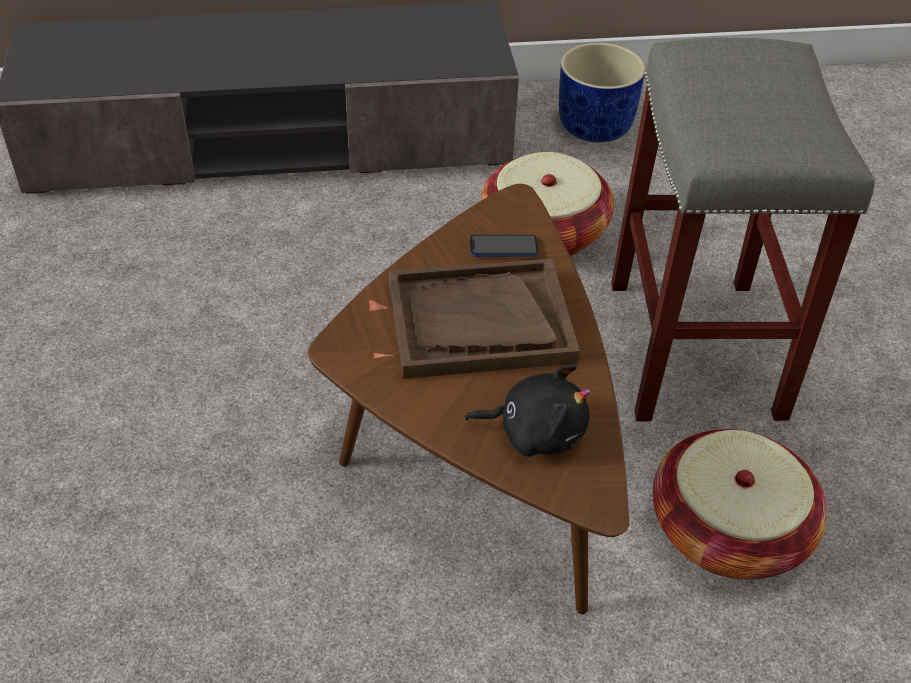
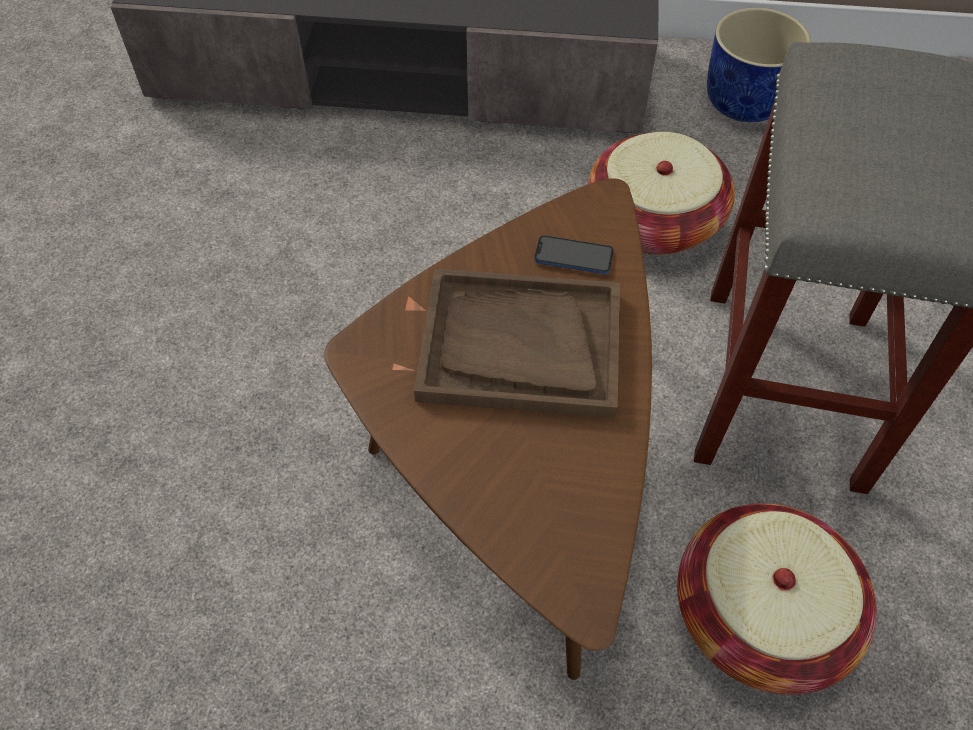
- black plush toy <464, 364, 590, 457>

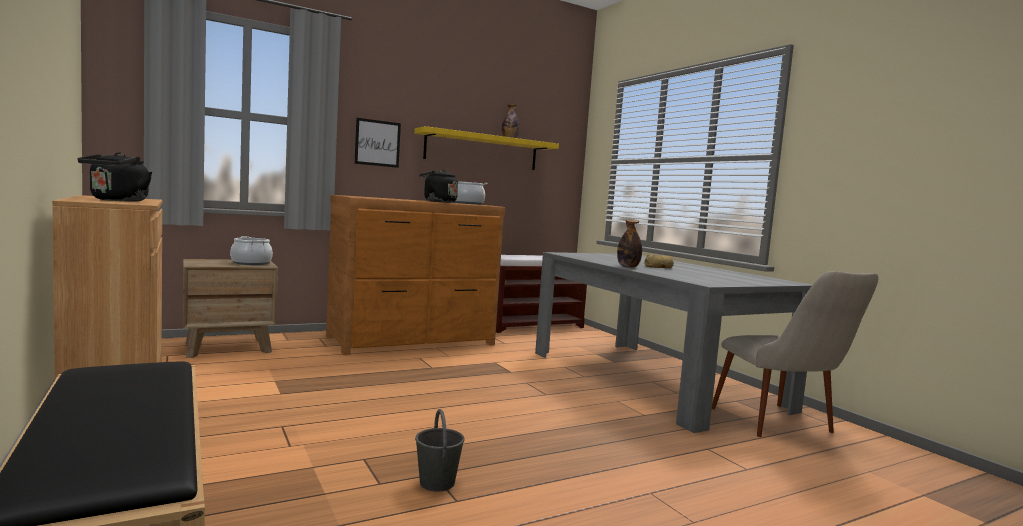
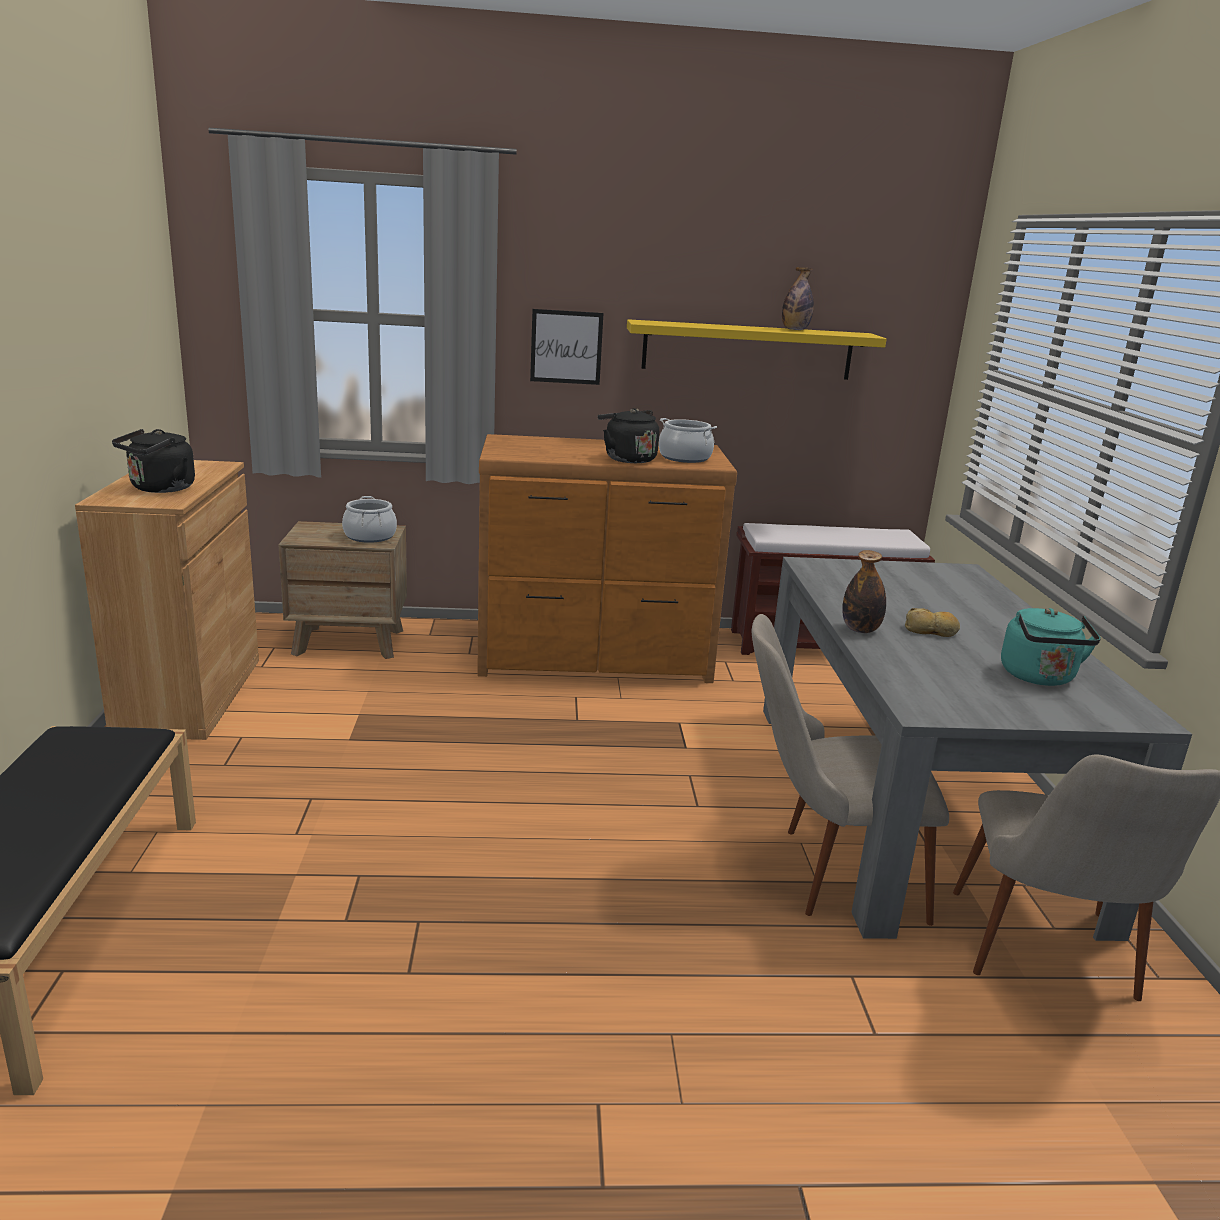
- grey bucket <415, 409, 465, 491>
+ beige chair <752, 614, 949, 926>
+ turquoise kettle <1001, 608, 1101, 686>

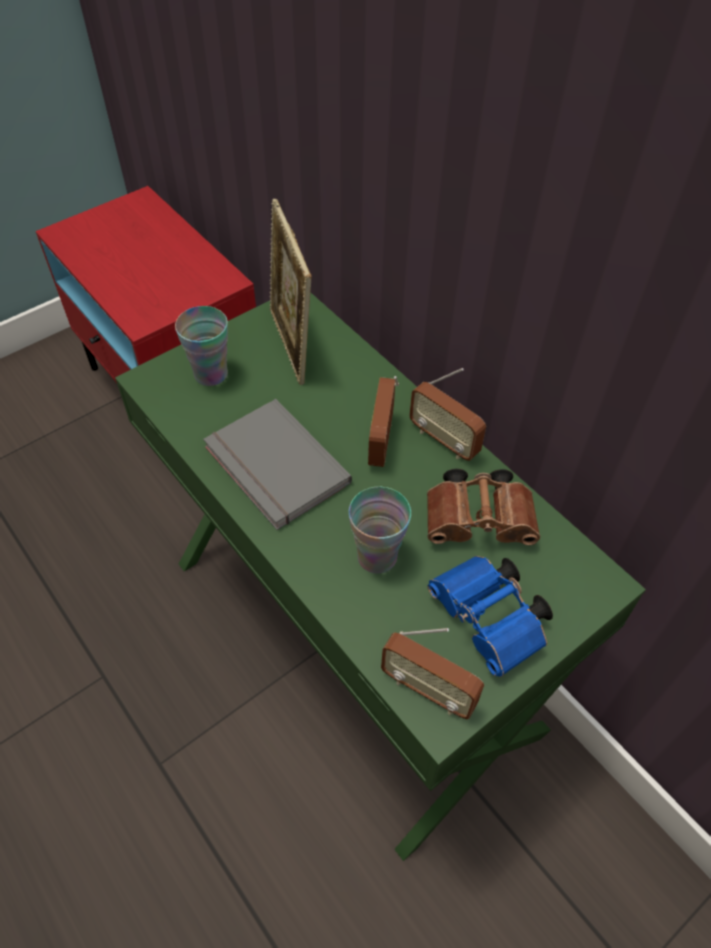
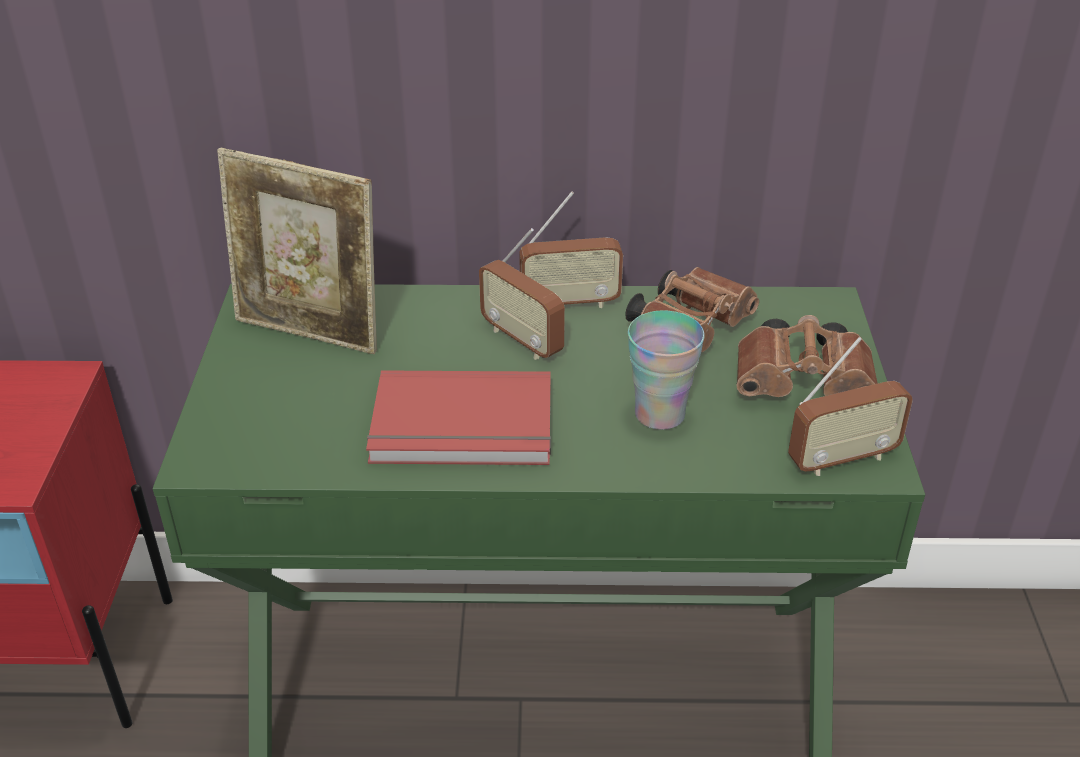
- cup <175, 306, 228, 386>
~ grey book <203, 399, 352, 530> to red book <366, 370, 551, 465>
~ blue binoculars <428, 556, 553, 677> to brown binoculars <736, 315, 878, 397>

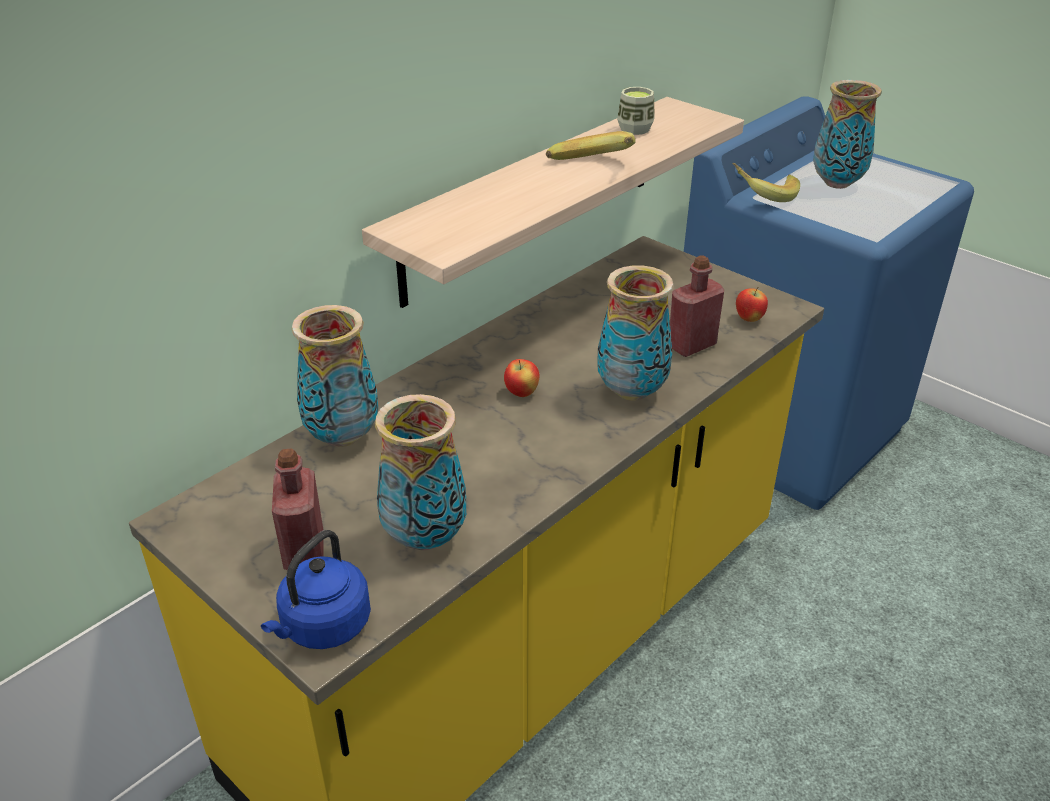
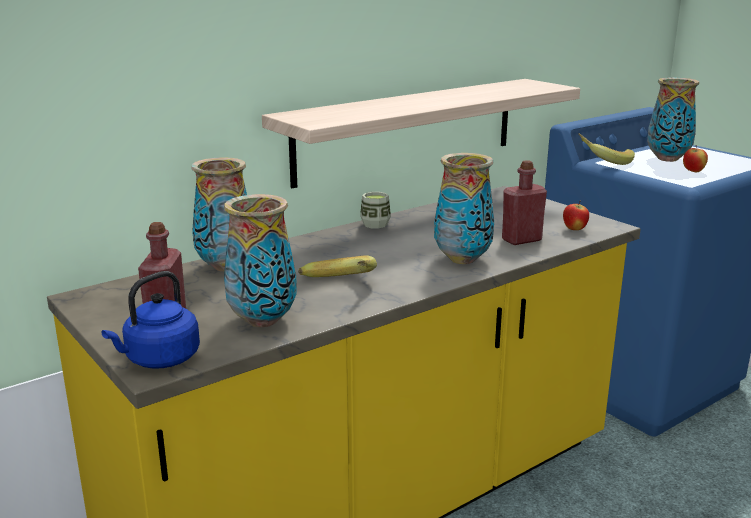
~ apple <504, 359, 539, 397> to <683, 145, 708, 172>
~ banana <546, 131, 636, 160> to <298, 255, 377, 277>
~ cup <617, 87, 655, 135> to <360, 192, 391, 229>

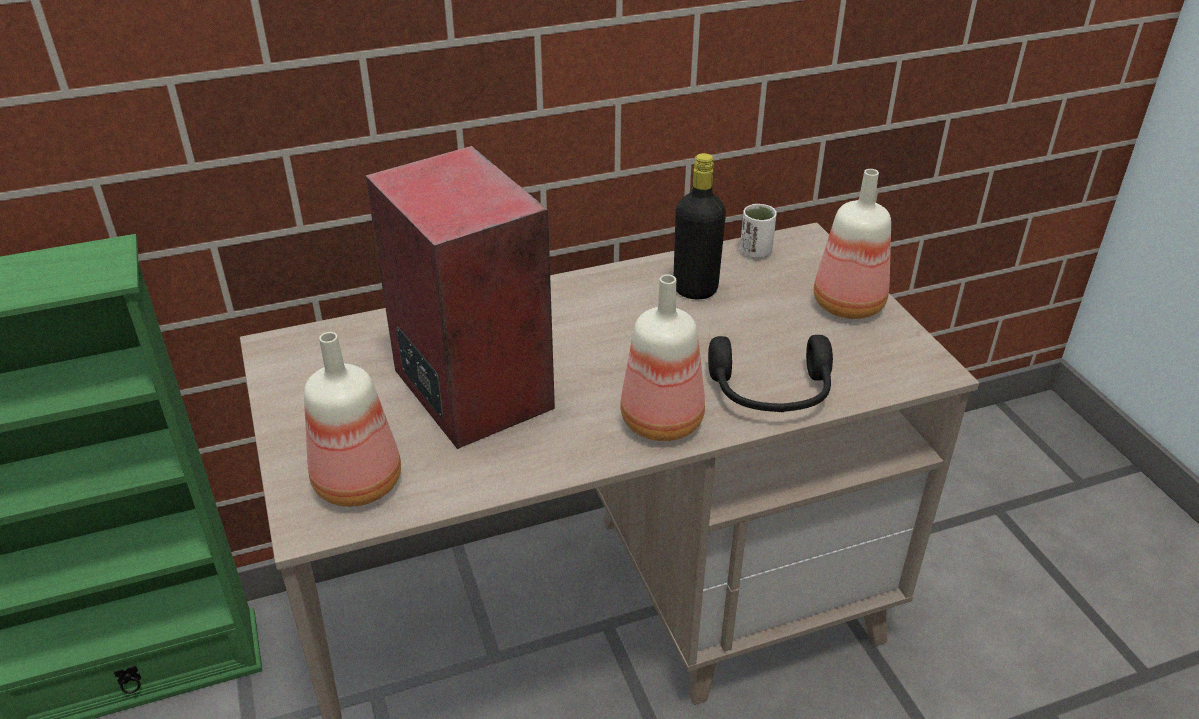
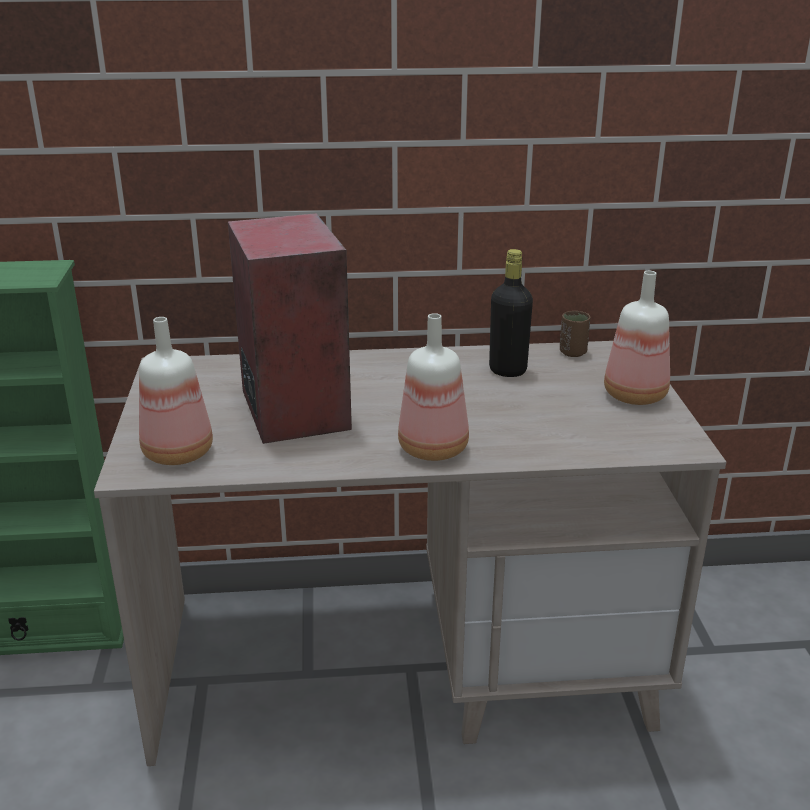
- black headphones <708, 335, 833, 412>
~ white cup <740, 204, 777, 259> to brown cup <560, 311, 590, 357>

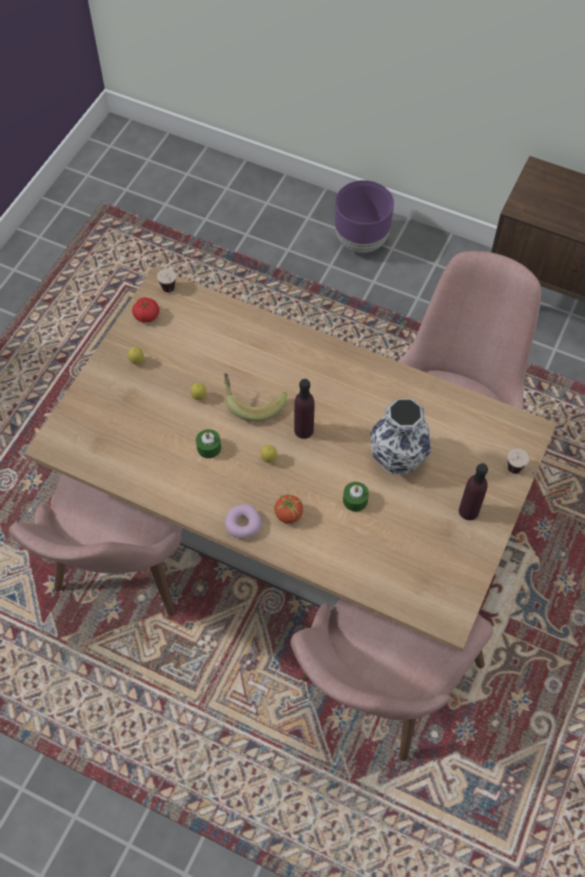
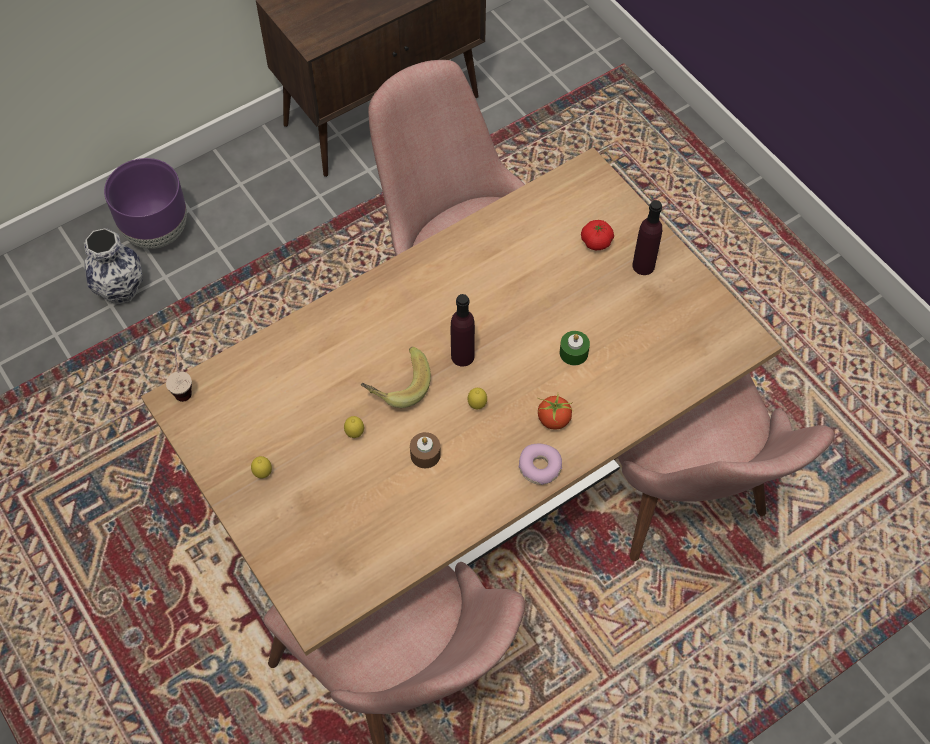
- cup <508, 448, 534, 475>
~ tomato <132, 297, 159, 323> to <581, 220, 614, 250>
~ vase <371, 399, 431, 475> to <84, 228, 143, 305>
~ green candle <196, 429, 221, 458> to brown candle <410, 432, 441, 468>

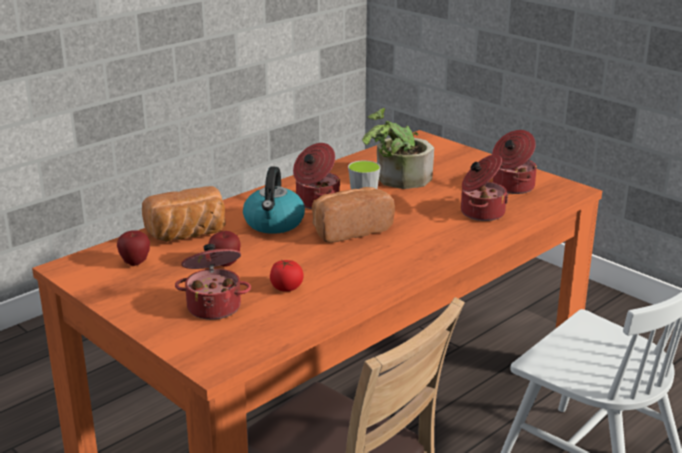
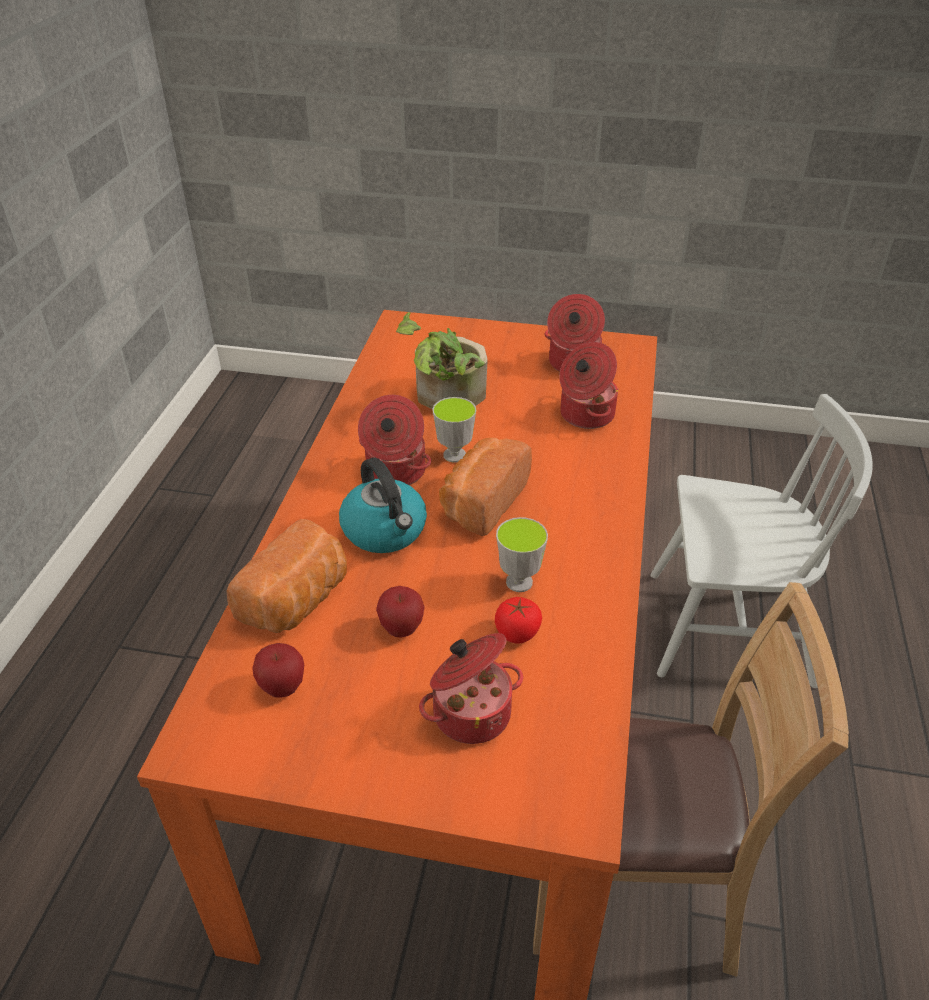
+ cup <496, 517, 548, 592>

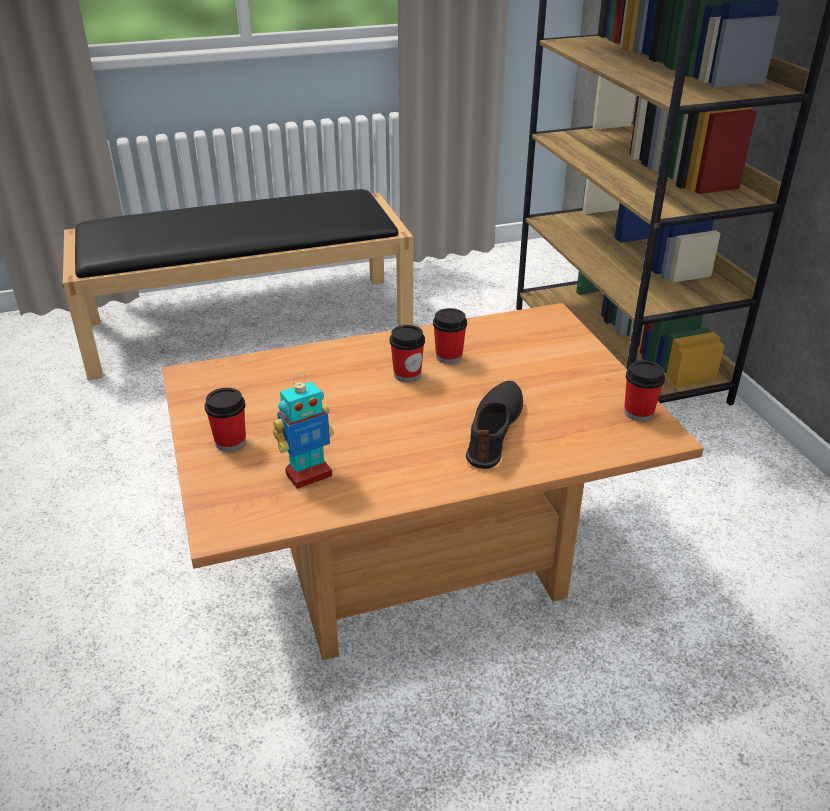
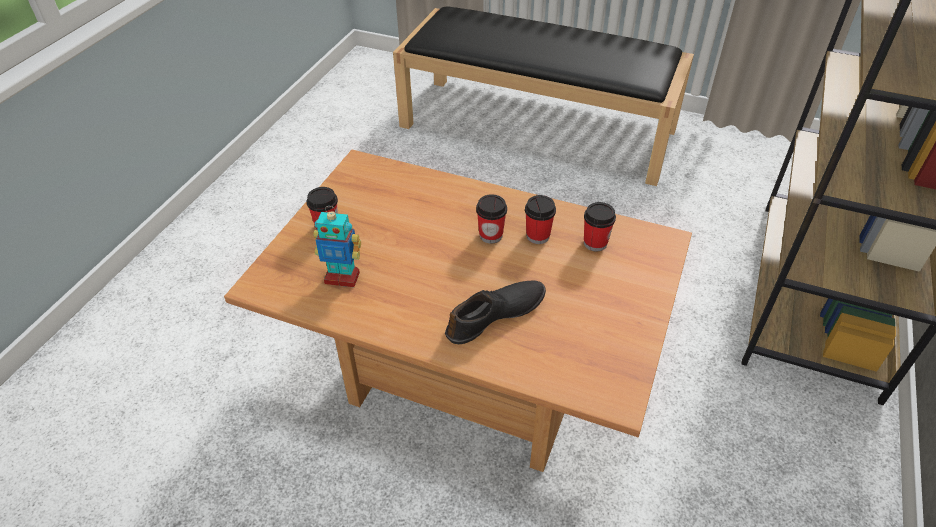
~ cup <624, 360, 665, 422> to <584, 202, 616, 251>

